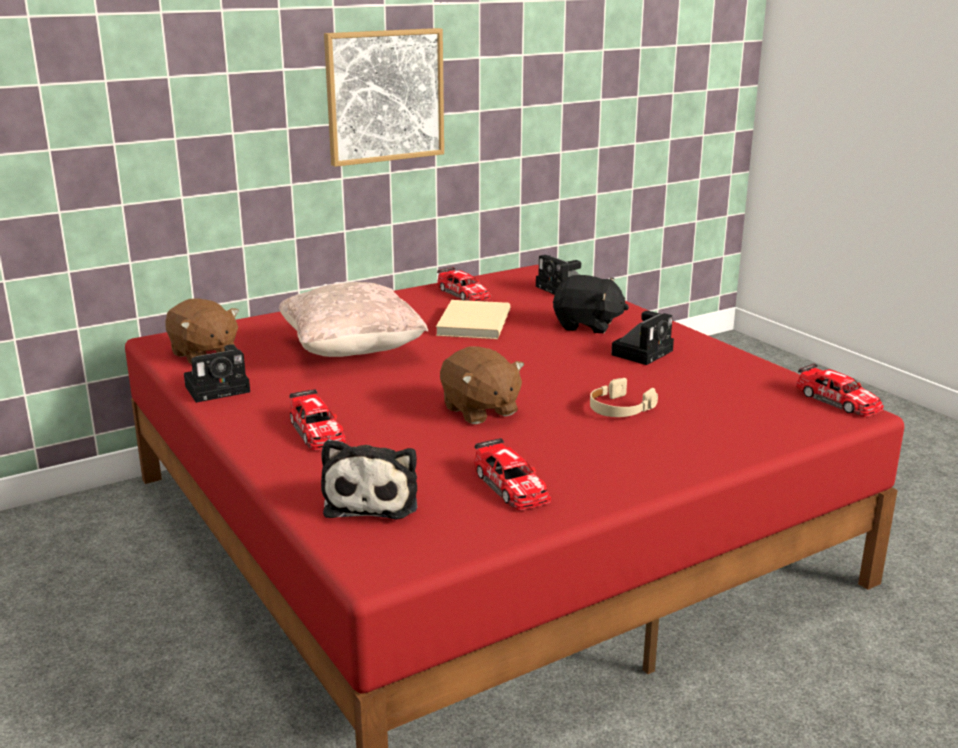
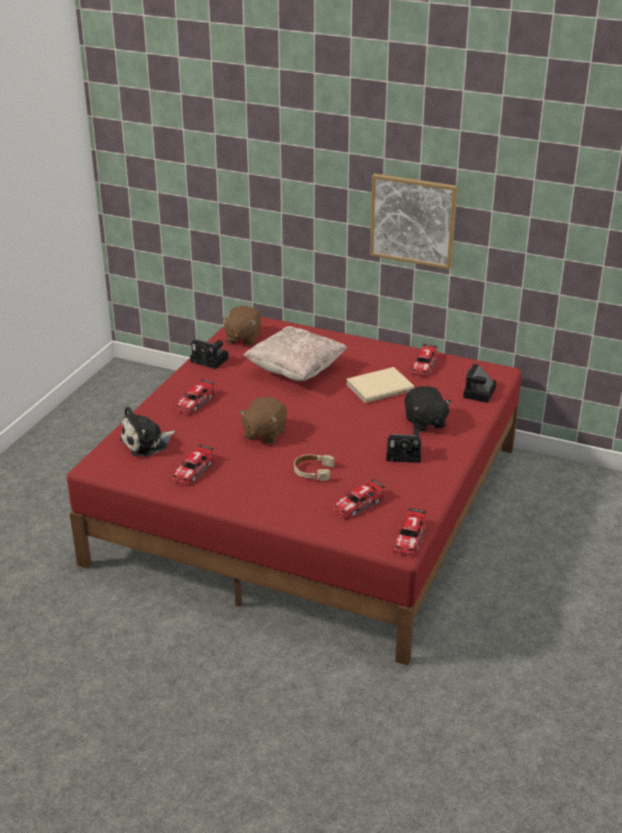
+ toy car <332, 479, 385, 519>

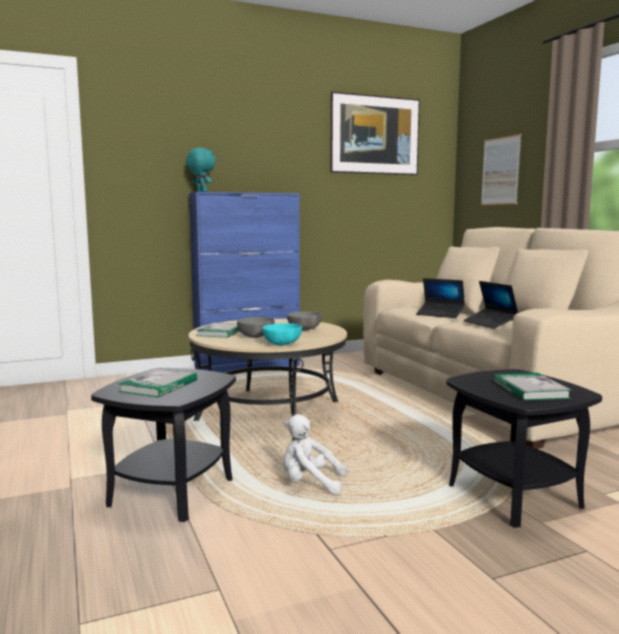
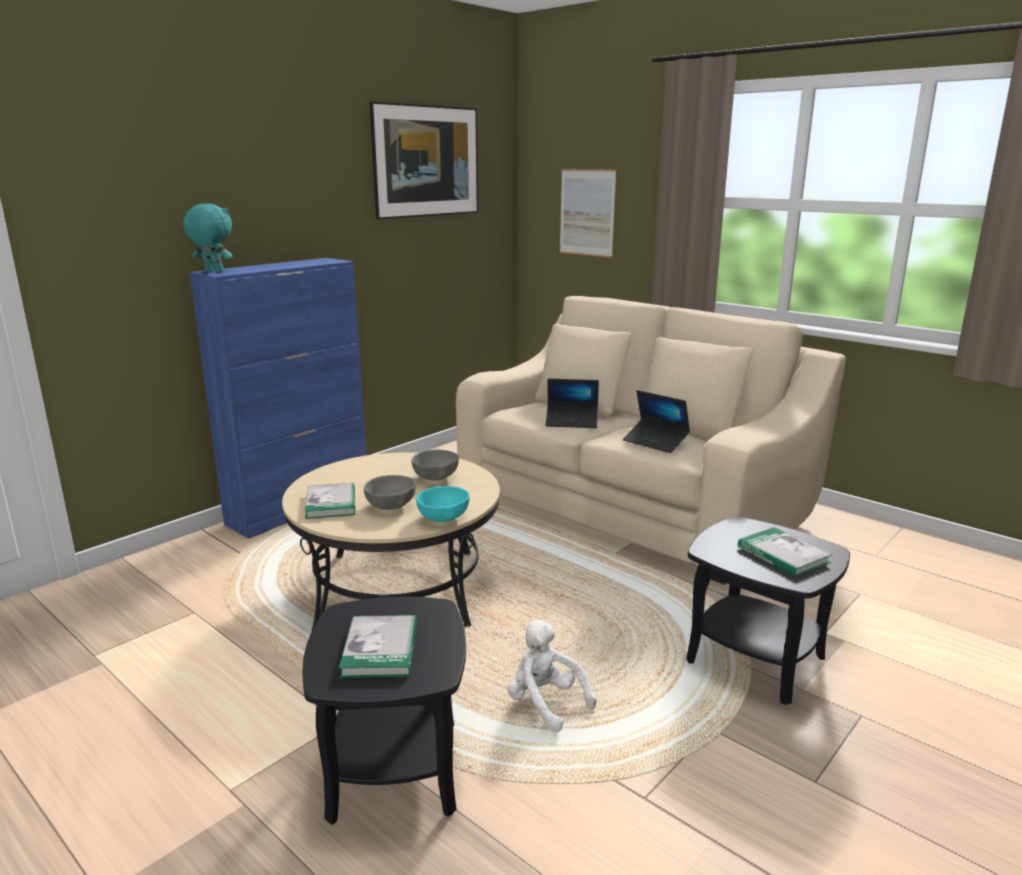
~ white plush toy <283, 415, 347, 494> = <507, 620, 596, 733> 60 degrees clockwise

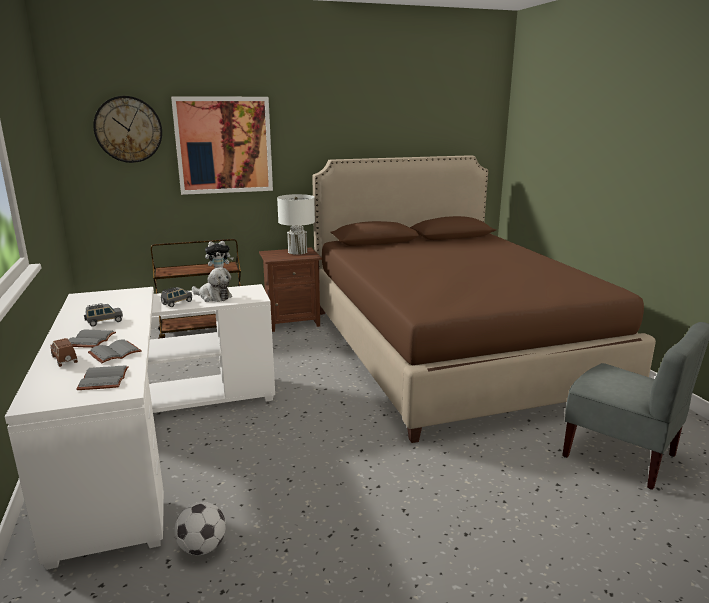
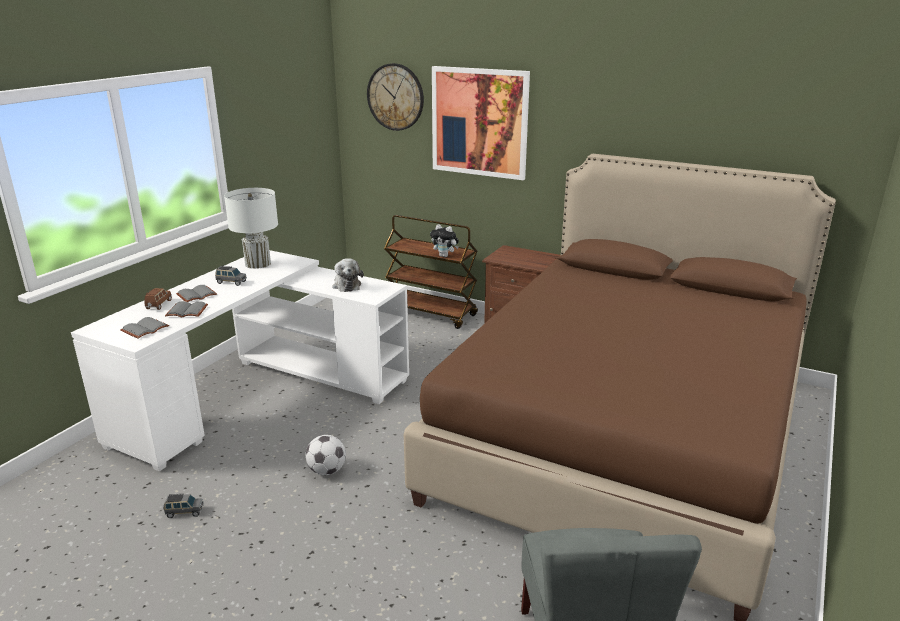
~ grey toy car <161, 287, 192, 307> to <163, 494, 204, 518>
~ football <174, 502, 226, 555> to <305, 435, 346, 475>
~ white table lamp <277, 194, 315, 255> to <224, 188, 278, 269>

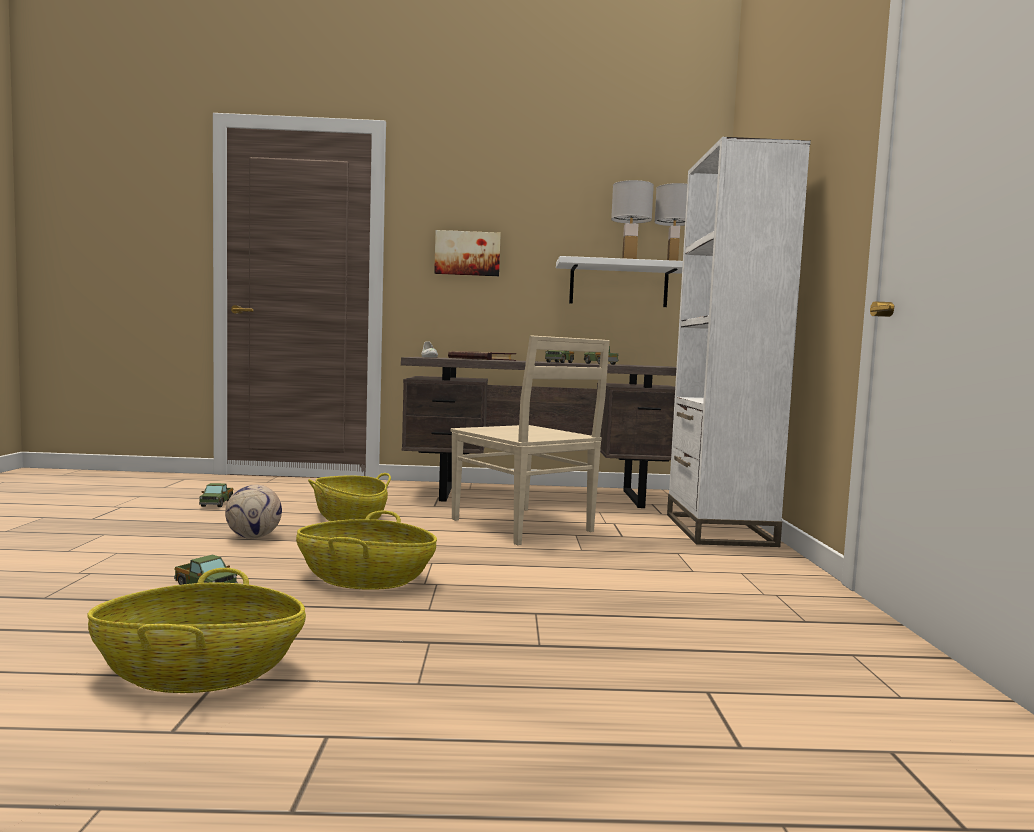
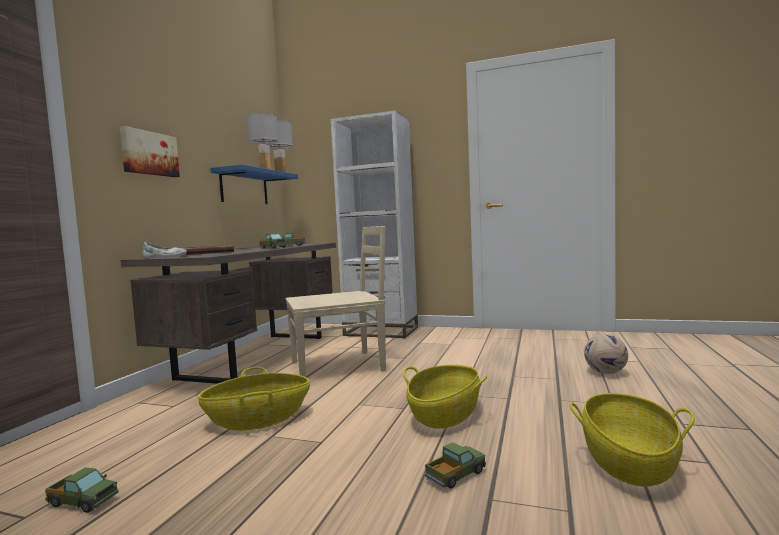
~ football <225, 485, 282, 539> to <584, 334, 628, 374>
~ white shelf <556, 256, 683, 307> to blue shelf <210, 165, 298, 204>

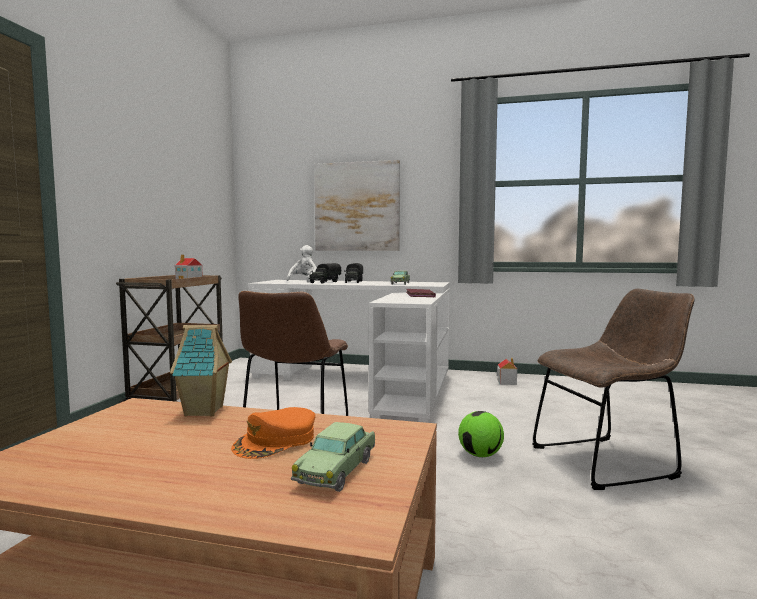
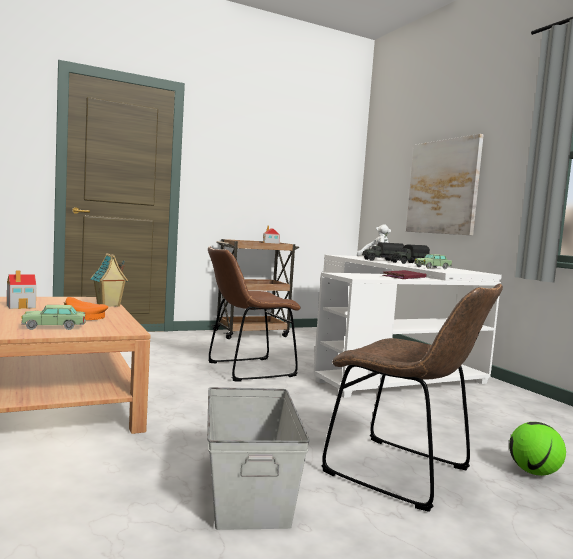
+ grey storage box <207, 387, 310, 530>
~ football <458, 411, 504, 457> to <509, 422, 566, 476>
~ toy house <497, 358, 517, 385> to <7, 270, 36, 309>

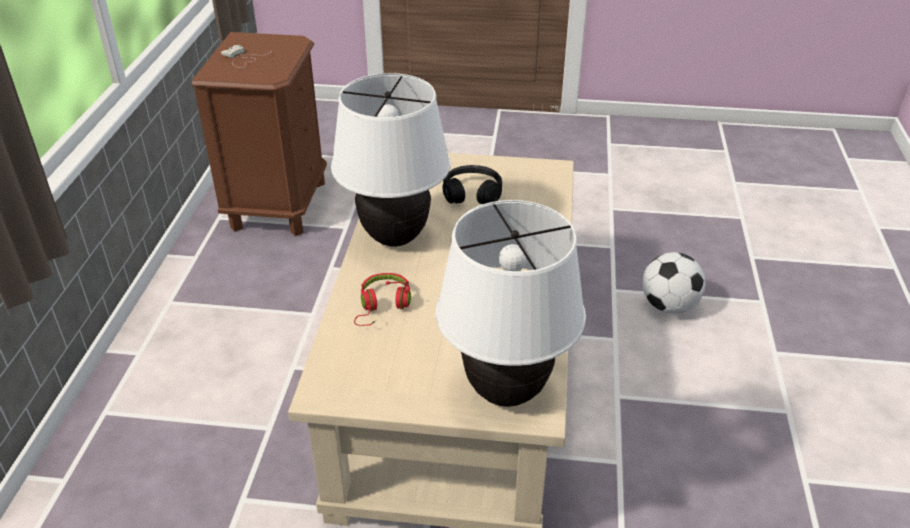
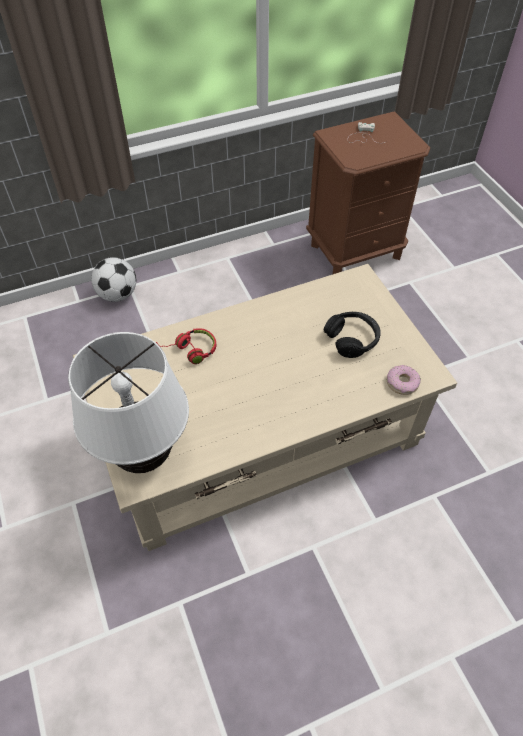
- white table lamp <331, 73, 451, 247>
+ donut <387, 365, 421, 395>
~ football <642, 252, 706, 314> to <91, 257, 136, 302>

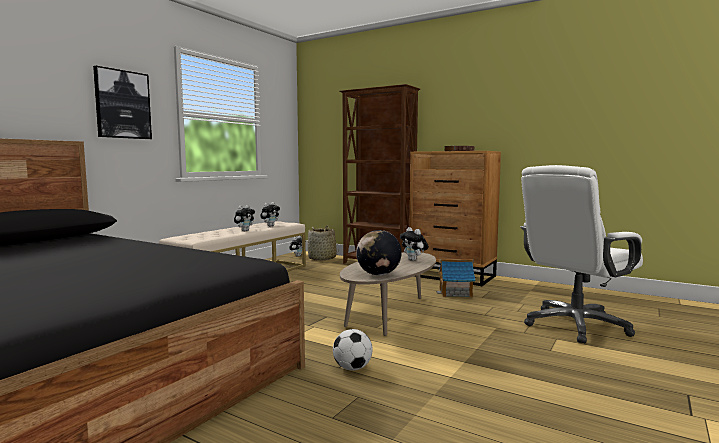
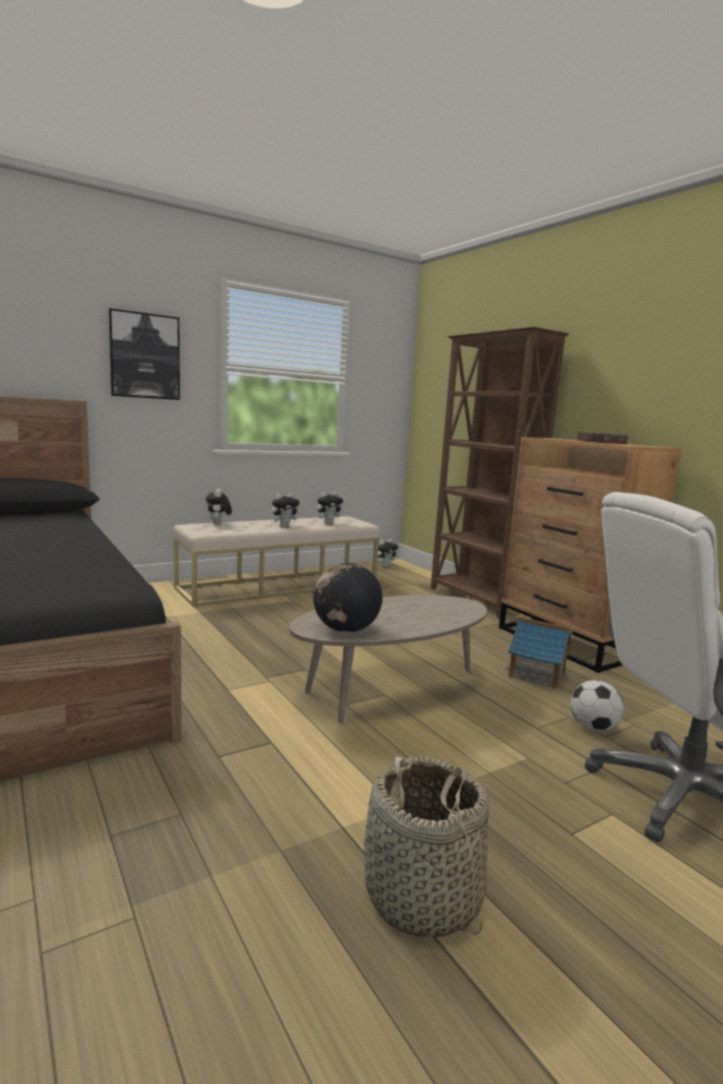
~ basket <308, 225, 338, 261> to <364, 756, 489, 938>
~ football <333, 329, 372, 371> to <571, 680, 624, 731>
~ plush toy <400, 227, 429, 261> to <206, 489, 232, 524>

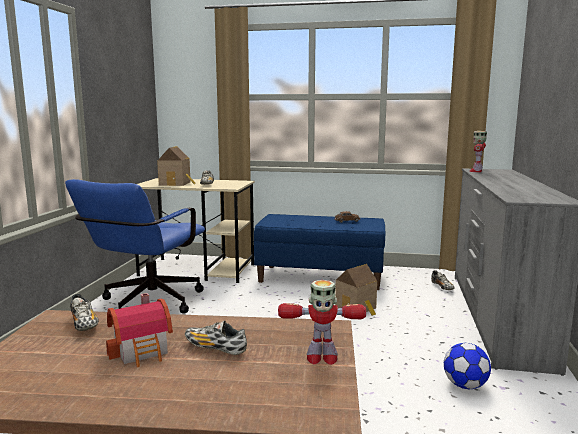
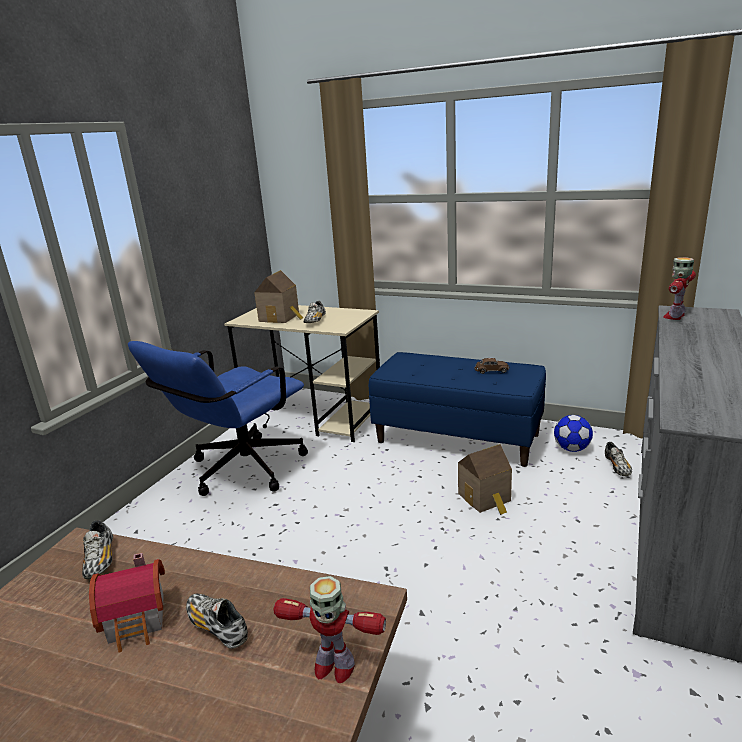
~ football <444, 343, 491, 389> to <554, 415, 593, 452>

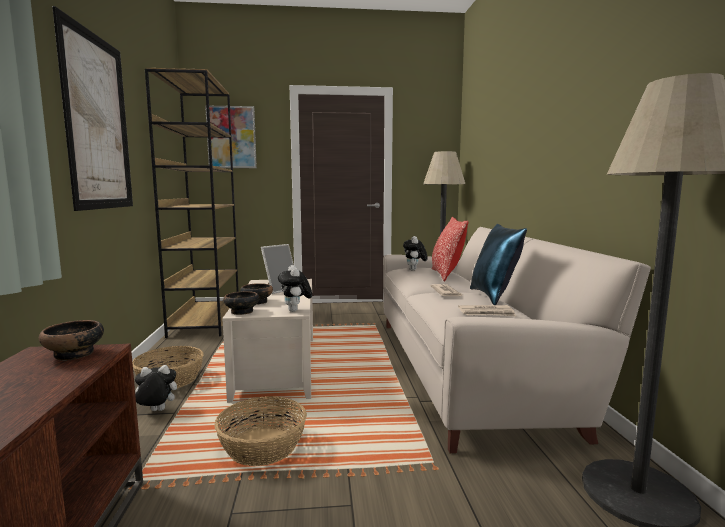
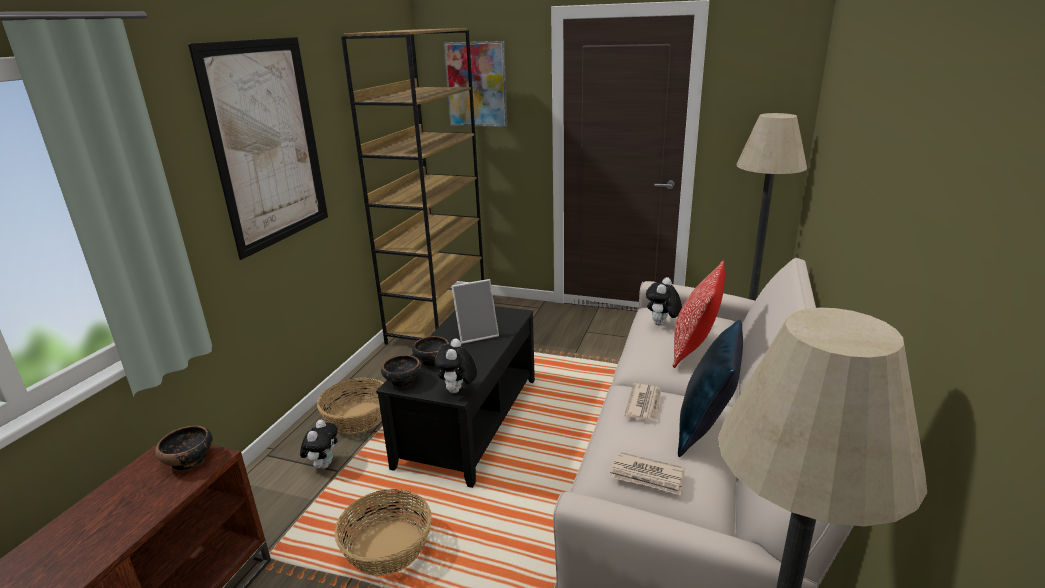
~ beige coffee table <222, 279, 313, 403> to black coffee table <376, 306, 535, 488>
~ plush toy <135, 365, 177, 411> = <300, 420, 338, 469> 90 degrees clockwise

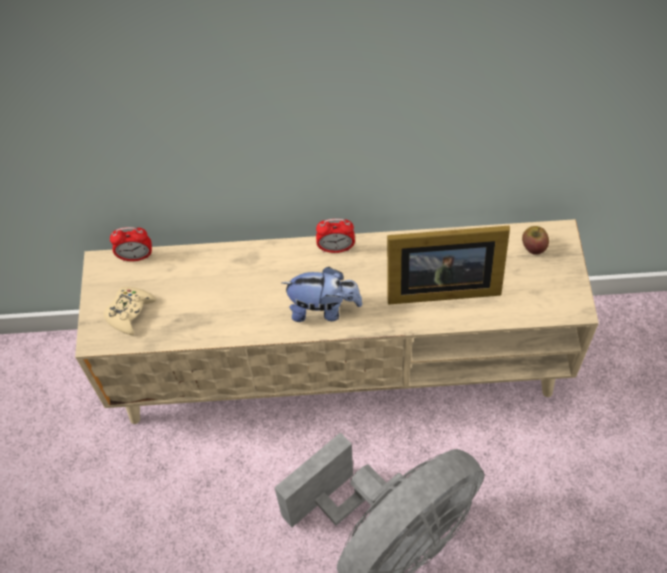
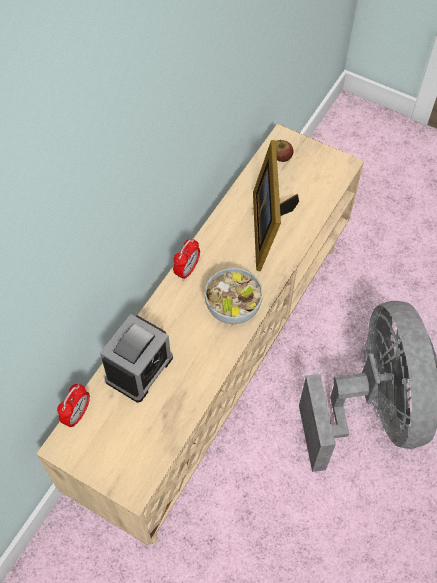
- beige game controller <104, 287, 156, 336>
+ alarm clock <100, 314, 173, 402>
~ plush toy <282, 267, 363, 322> to bowl <205, 268, 263, 324>
~ picture frame <387, 226, 510, 305> = <253, 140, 299, 271> 150 degrees clockwise

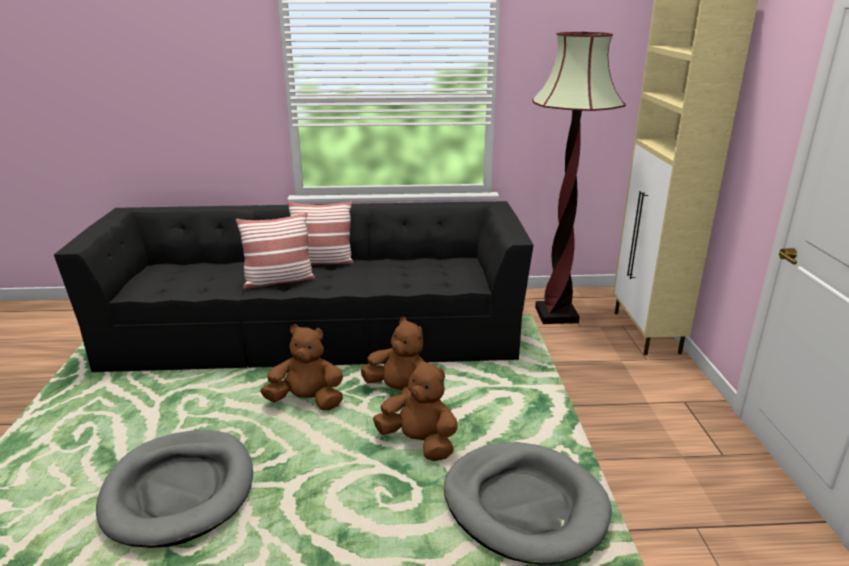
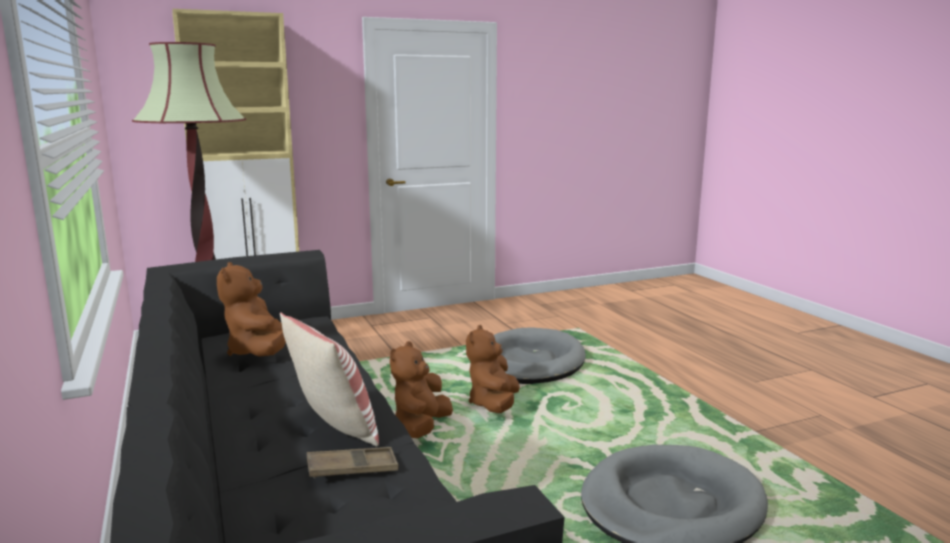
- pillow <288, 201, 354, 265>
+ brown tray <307, 447, 399, 478>
~ brown plush toy <260, 324, 343, 410> to <217, 262, 286, 357>

